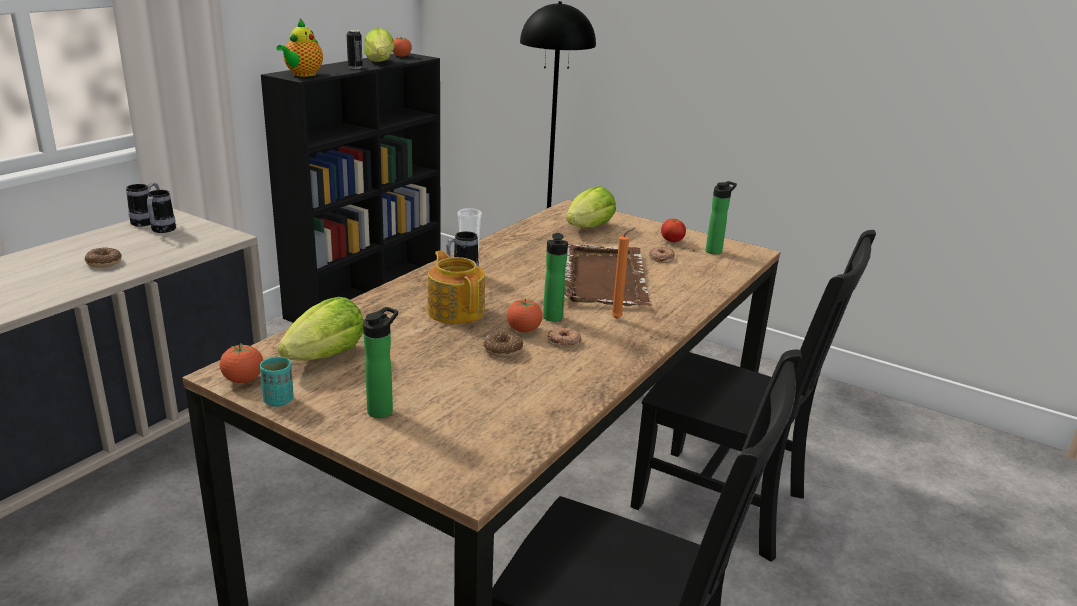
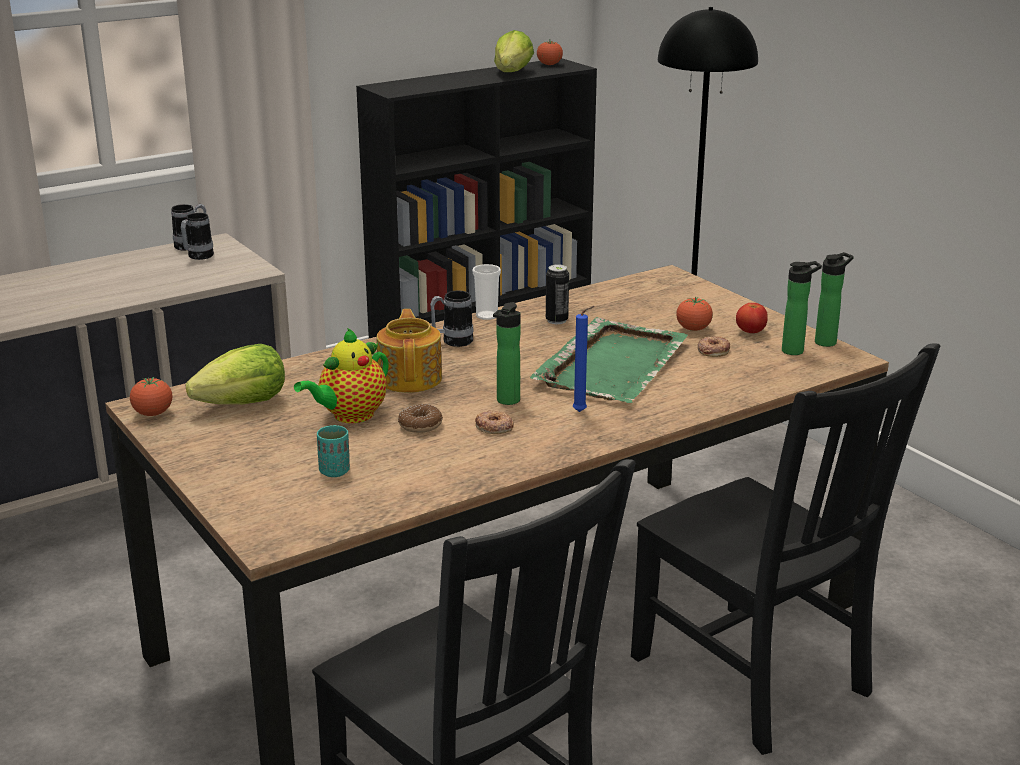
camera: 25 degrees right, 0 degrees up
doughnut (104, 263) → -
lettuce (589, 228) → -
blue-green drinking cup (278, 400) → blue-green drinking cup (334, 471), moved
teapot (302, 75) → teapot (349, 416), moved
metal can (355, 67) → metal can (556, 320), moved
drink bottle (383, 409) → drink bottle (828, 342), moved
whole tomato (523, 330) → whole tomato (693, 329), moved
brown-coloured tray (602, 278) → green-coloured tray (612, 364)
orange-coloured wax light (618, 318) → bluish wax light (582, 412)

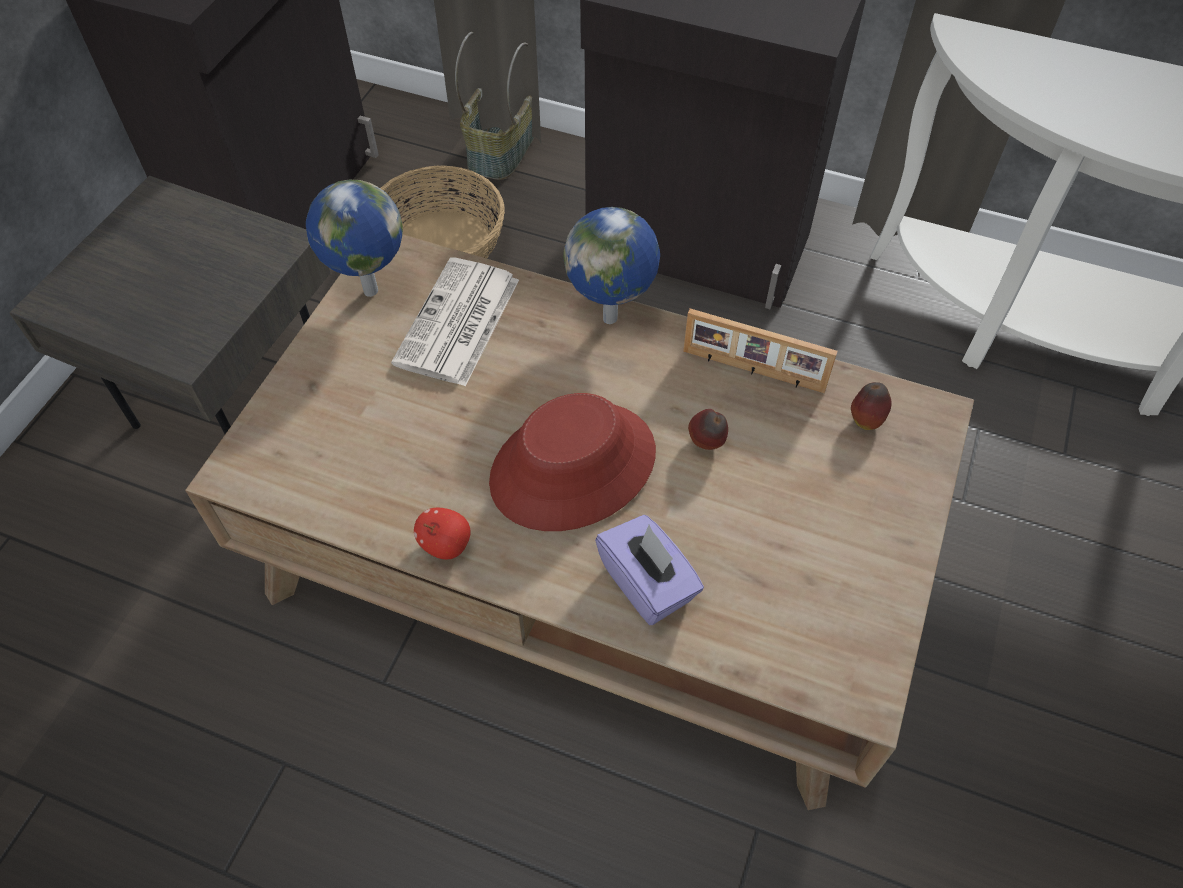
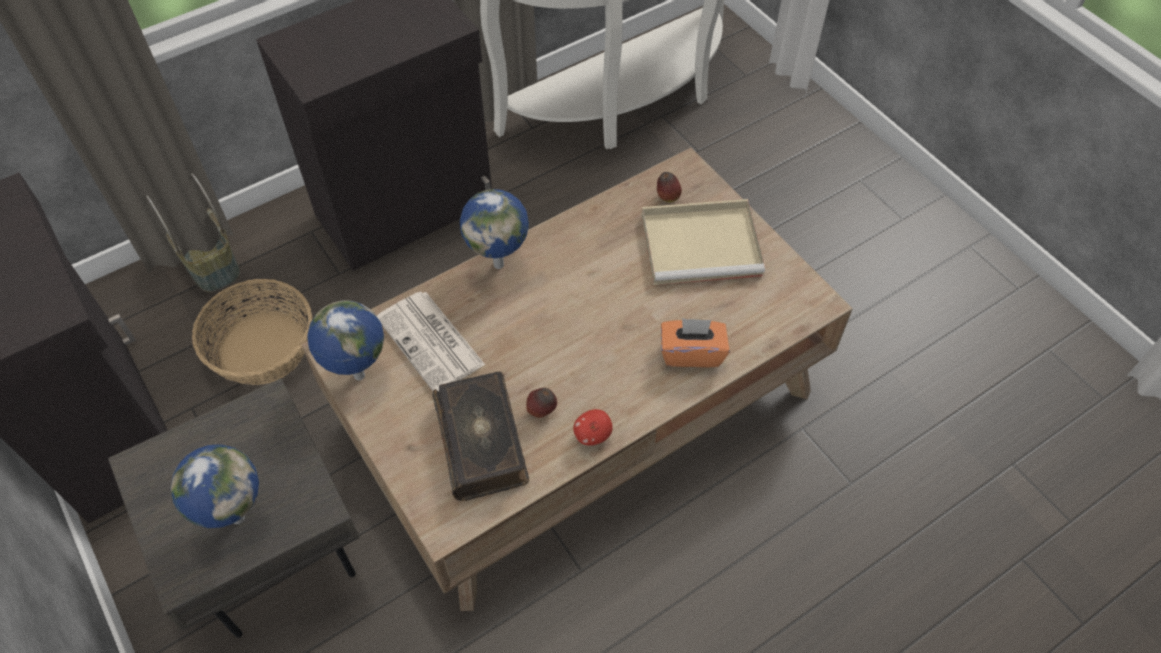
camera: 55 degrees left, 0 degrees up
red hat (573, 467) → -
photo frame (753, 371) → -
- → globe (237, 517)
- → book (483, 442)
- → beige-coloured tray (703, 245)
whole apple (707, 443) → whole apple (542, 411), moved
purple box of tissues (647, 583) → orange-coloured box of tissues (691, 353)

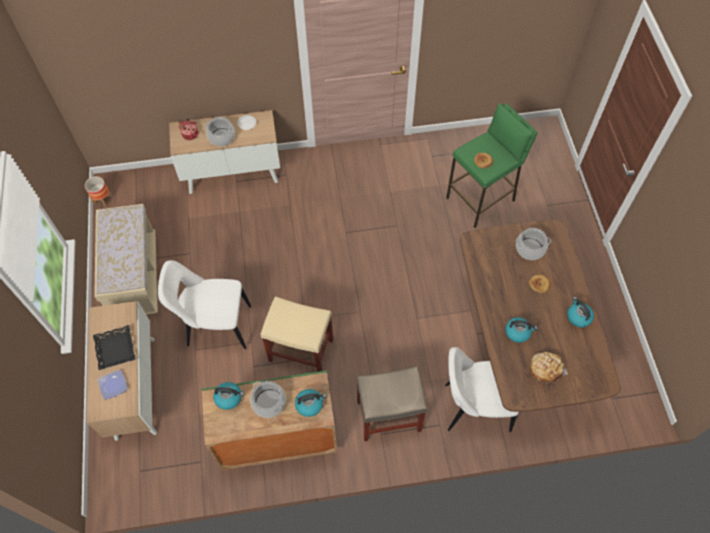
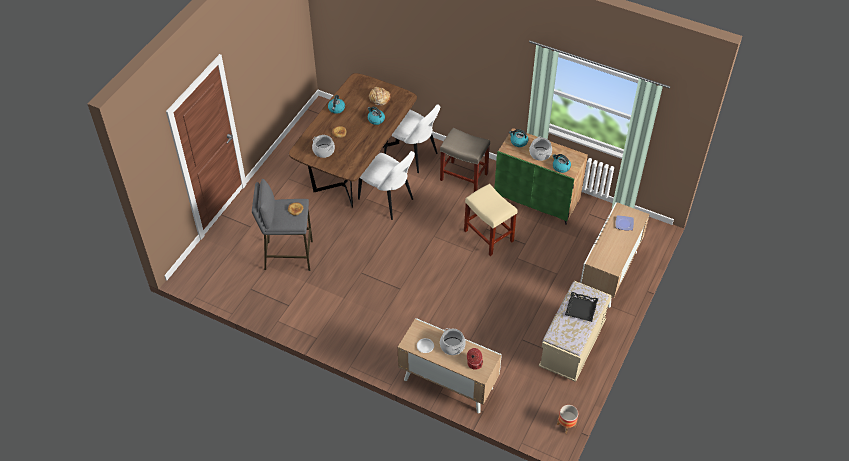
camera: 145 degrees left, 10 degrees down
blackish tray (115, 349) → blackish tray (581, 309), moved
white upright chair (215, 326) → white upright chair (388, 200), moved
green-coloured sitting stool (481, 200) → grey sitting stool (288, 255)

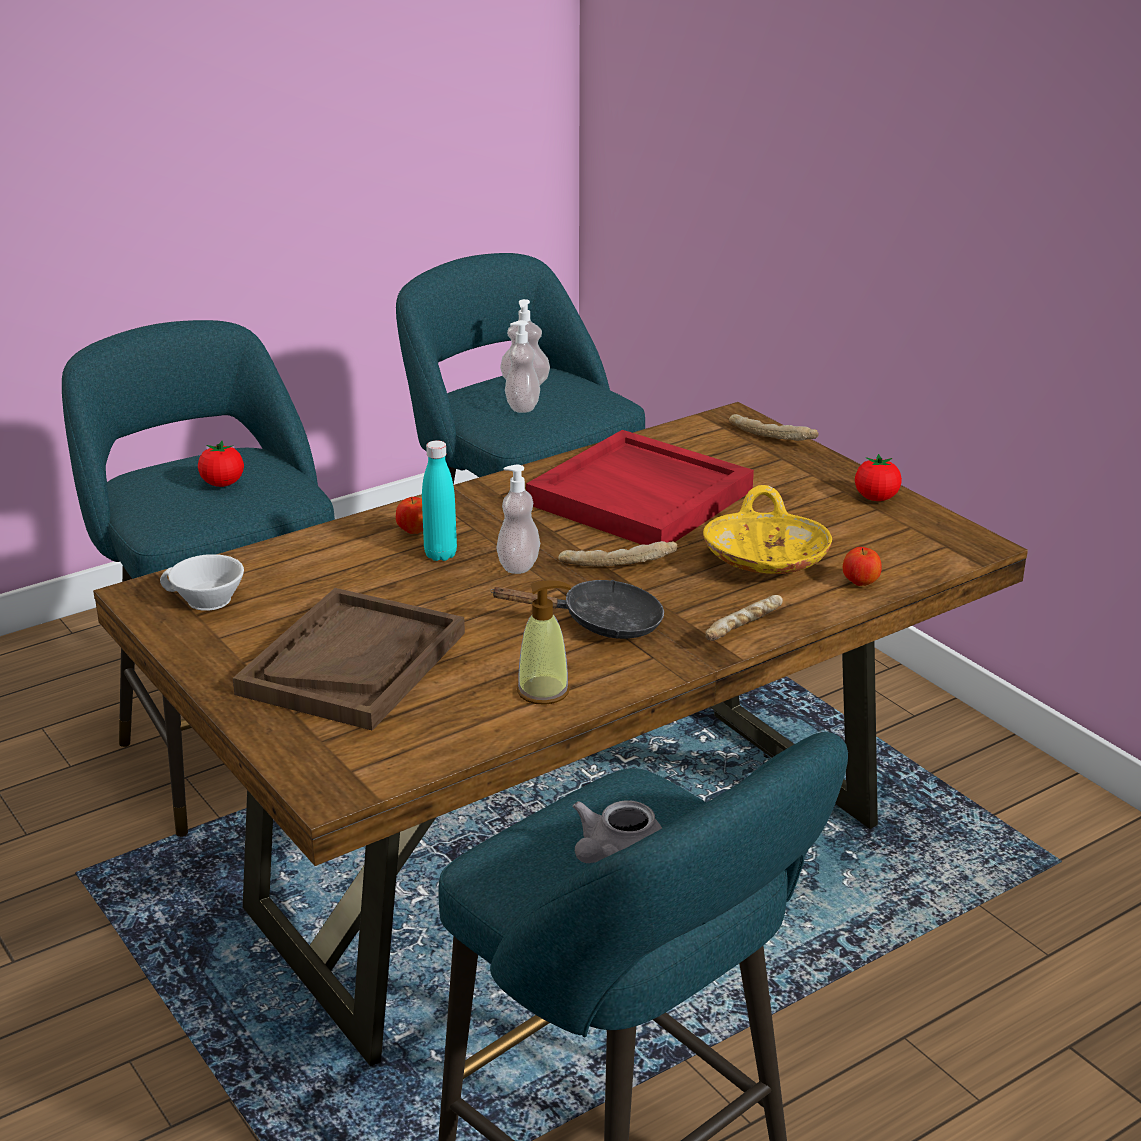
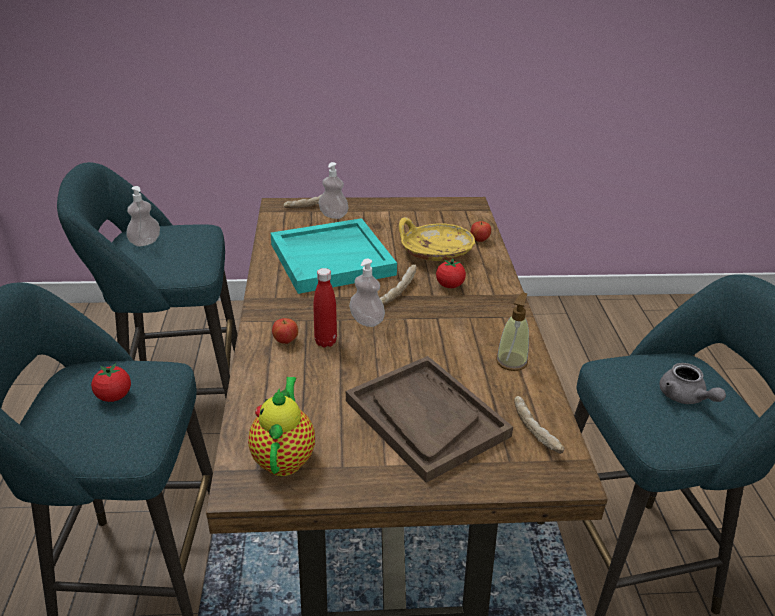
camera: 60 degrees left, 5 degrees up
blackish pan (601, 623) → -
soap dispenser (522, 407) → soap dispenser (333, 215), moved
bakery bread (744, 629) → bakery bread (536, 430), moved
whole tomato (876, 498) → whole tomato (449, 285), moved
white drinking cup (205, 601) → teapot (284, 457)
blue-green drink bottle (440, 555) → red drink bottle (325, 342)
red tray (642, 497) → blue-green tray (332, 258)

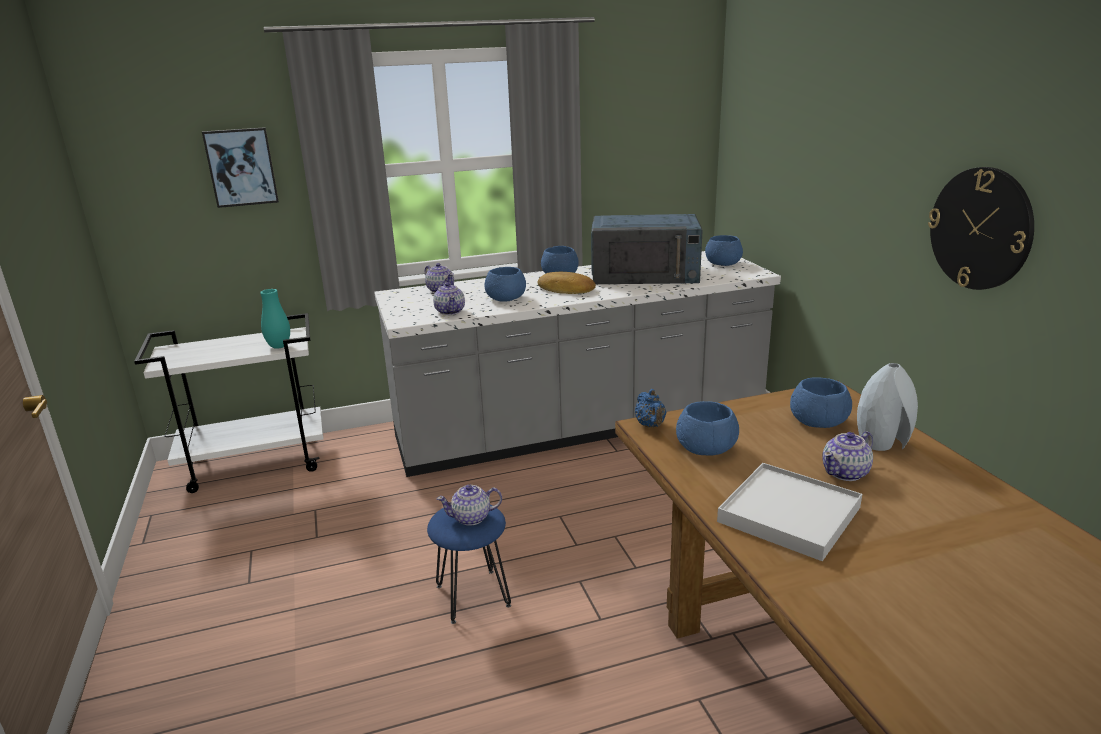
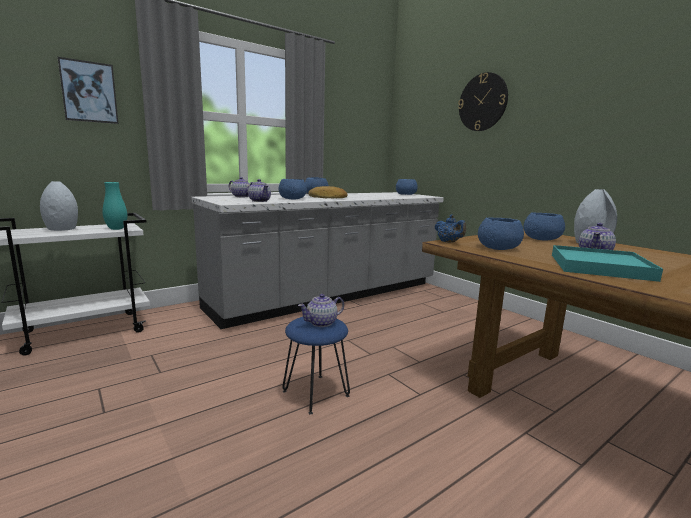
camera: 20 degrees left, 10 degrees down
bluish microwave oven (645, 274) → -
- → grey vase (61, 229)
hanging clock (980, 228) → hanging clock (482, 102), moved
white tray (789, 515) → blue-green tray (599, 267)

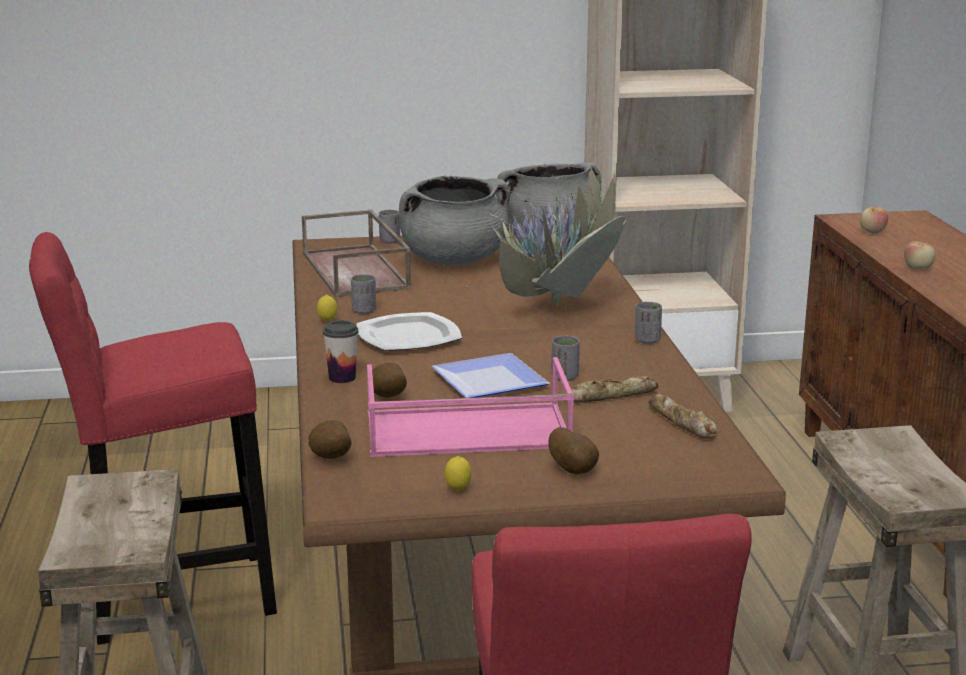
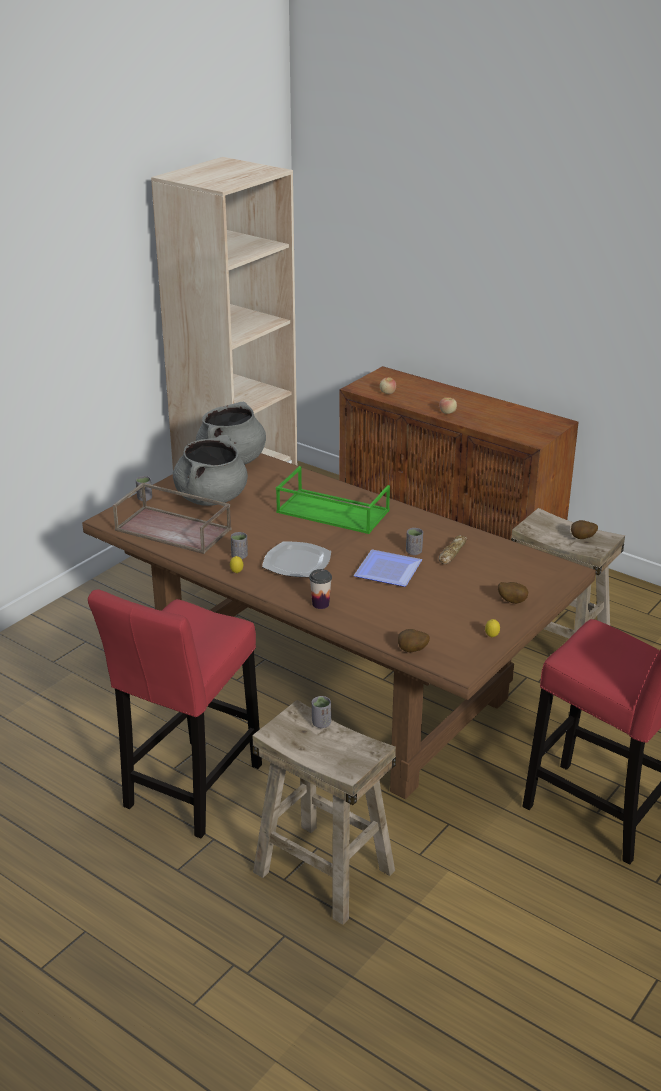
camera: 45 degrees left, 10 degrees up
pink-coloured tray (465, 432) → -
bakery bread (681, 423) → -
whole potato (387, 398) → whole potato (582, 539), moved
grey drinking cup (647, 340) → grey drinking cup (321, 723), moved
plant in a pot (555, 311) → green-coloured tray (331, 512)

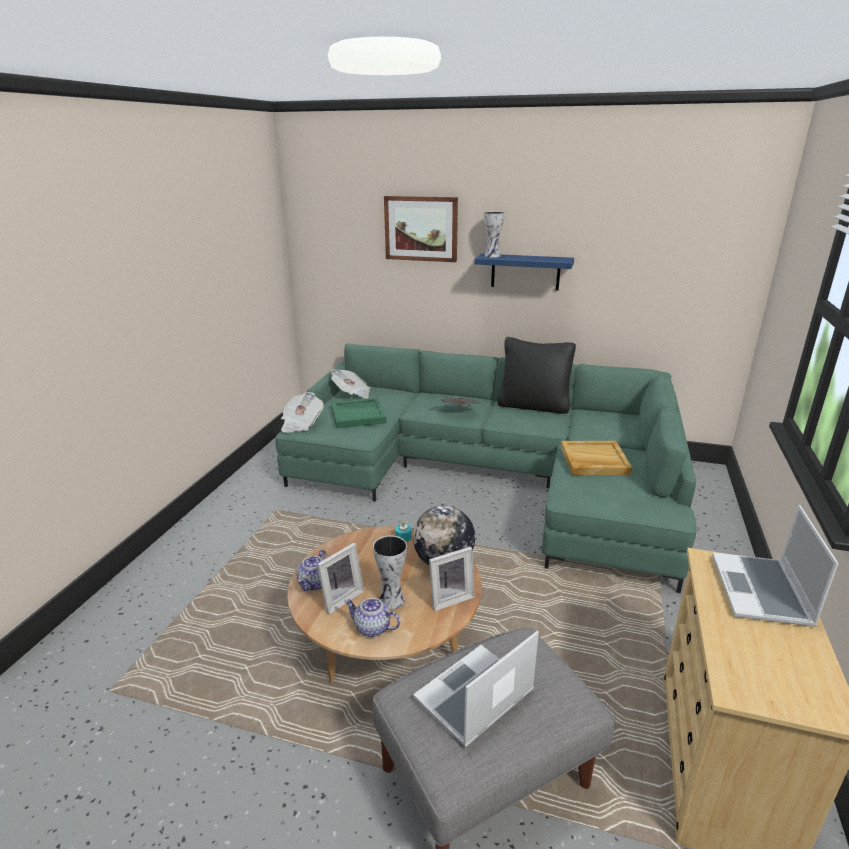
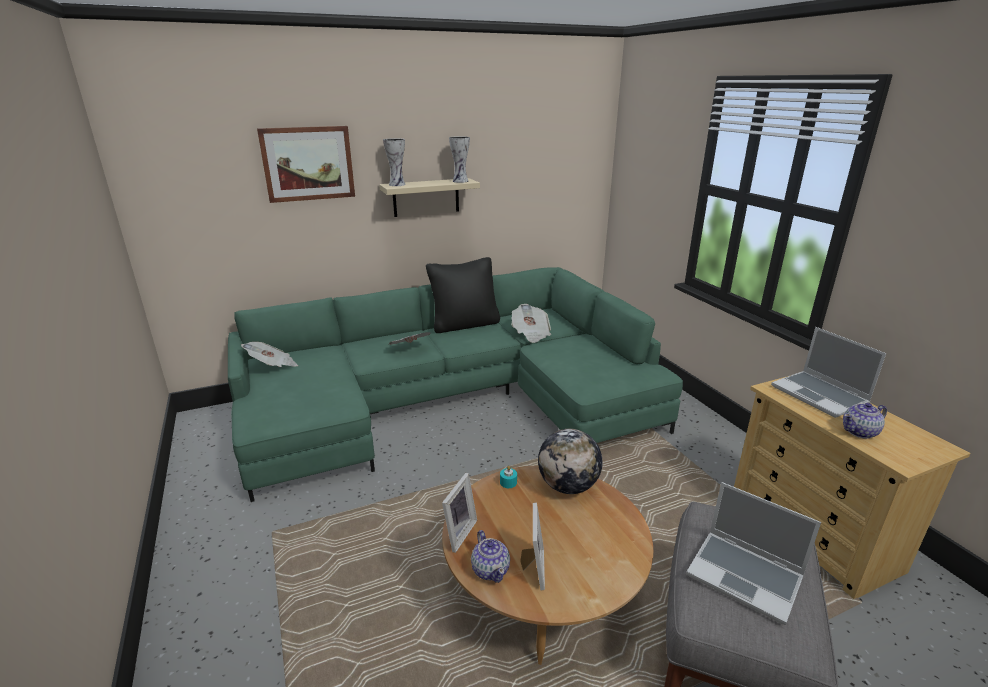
camera: 40 degrees left, 0 degrees up
green-coloured tray (358, 415) → -
beige-coloured tray (594, 461) → -
newspaper (301, 424) → newspaper (530, 333), moved
teapot (372, 628) → teapot (860, 432), moved
vase (392, 600) → vase (461, 181), moved
photo frame (450, 598) → photo frame (457, 533), moved
bluish shelf (525, 272) → beige-coloured shelf (426, 197)
laptop (474, 697) → laptop (746, 576), 60 degrees counterclockwise

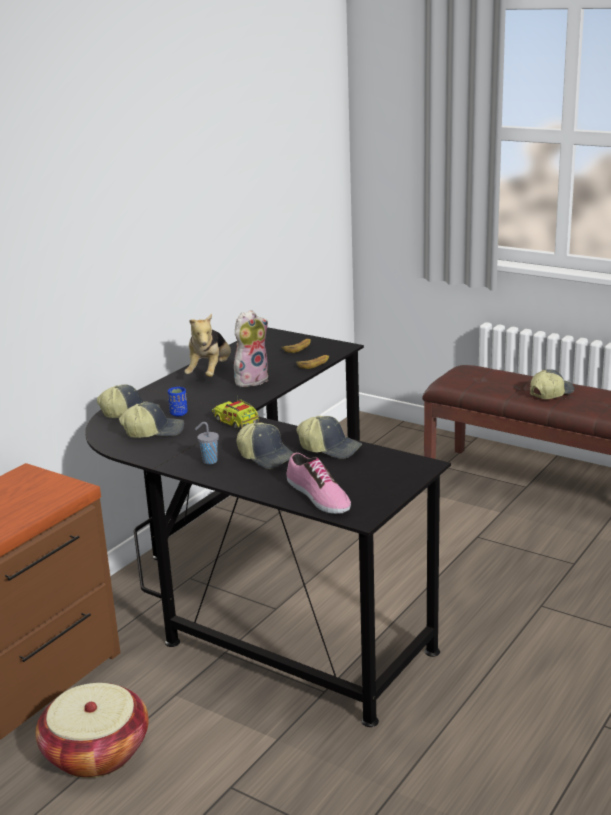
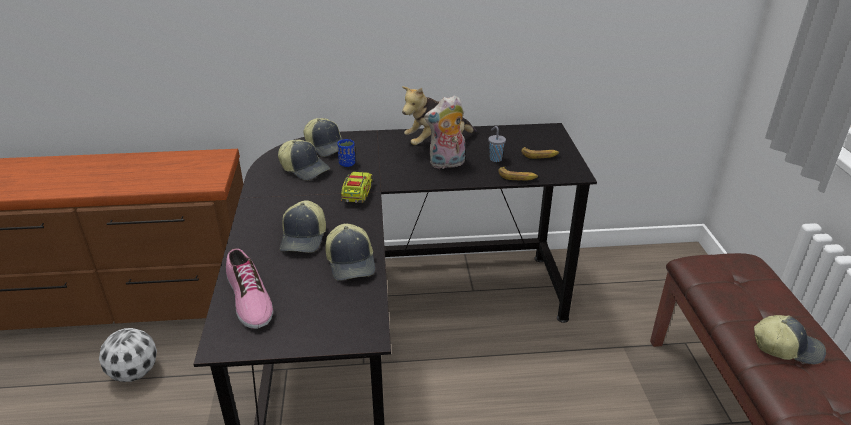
camera: 50 degrees right, 10 degrees up
grey drinking cup (209, 461) → grey drinking cup (495, 159), moved
basket (96, 752) → ball for football (133, 373)
plush toy (251, 380) → plush toy (447, 164), 150 degrees clockwise
item of footwear (317, 496) → item of footwear (248, 299), 45 degrees counterclockwise

